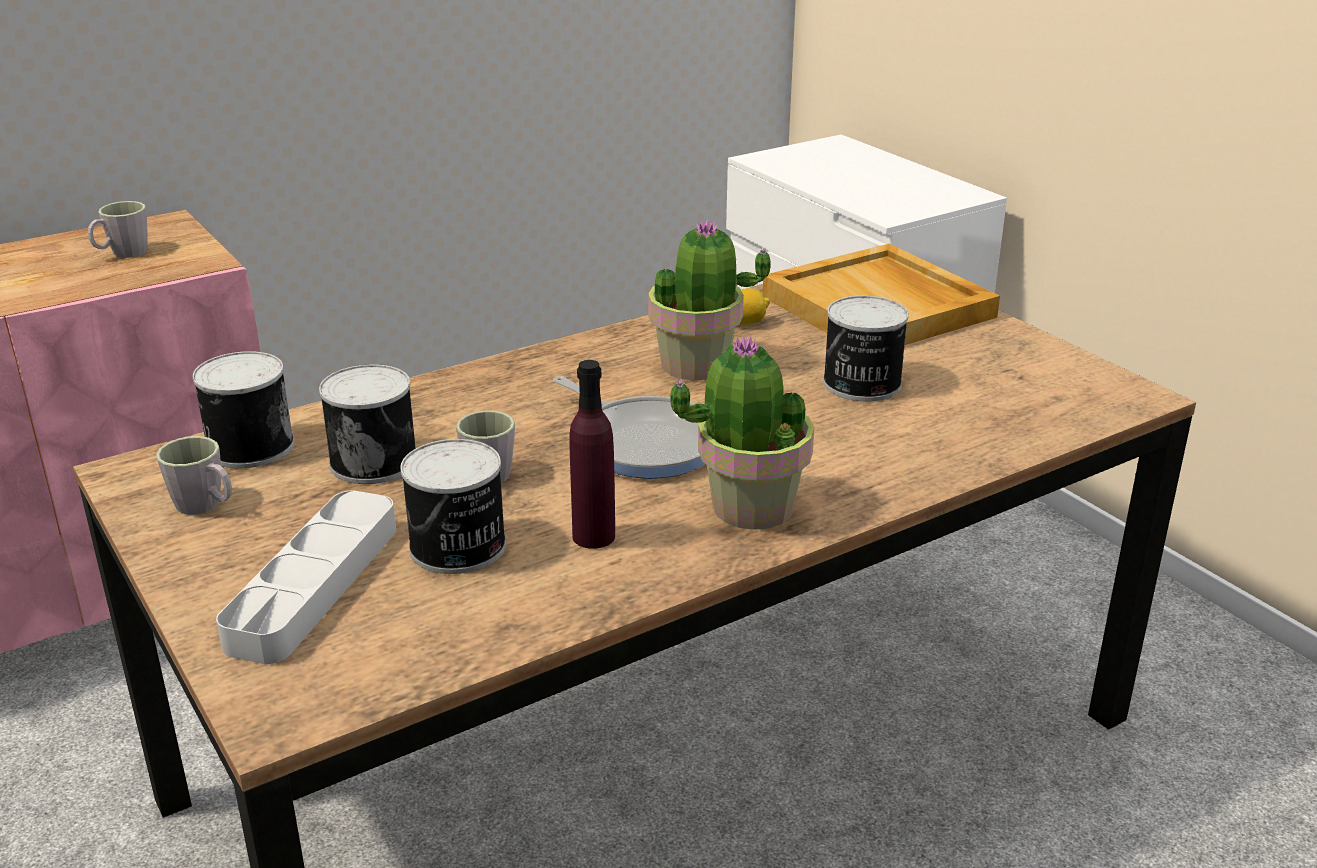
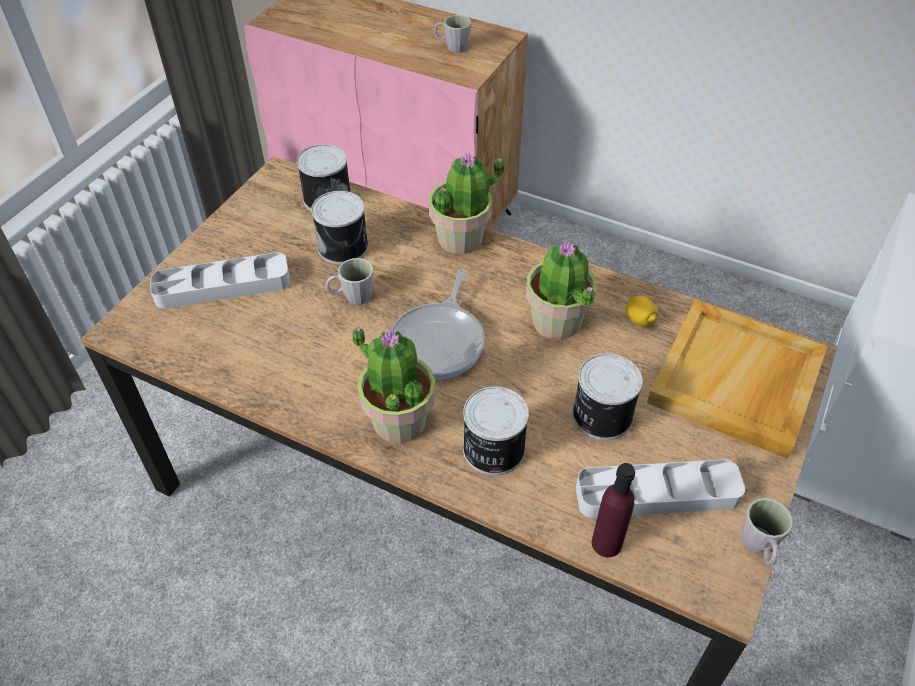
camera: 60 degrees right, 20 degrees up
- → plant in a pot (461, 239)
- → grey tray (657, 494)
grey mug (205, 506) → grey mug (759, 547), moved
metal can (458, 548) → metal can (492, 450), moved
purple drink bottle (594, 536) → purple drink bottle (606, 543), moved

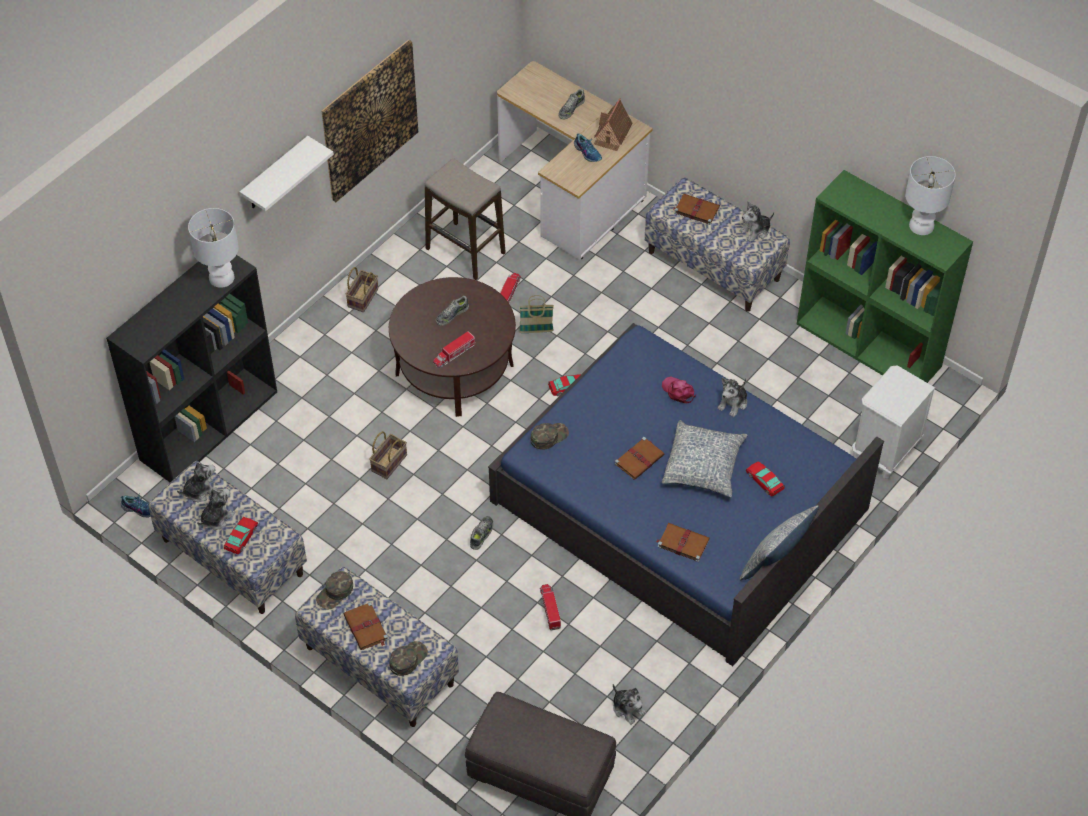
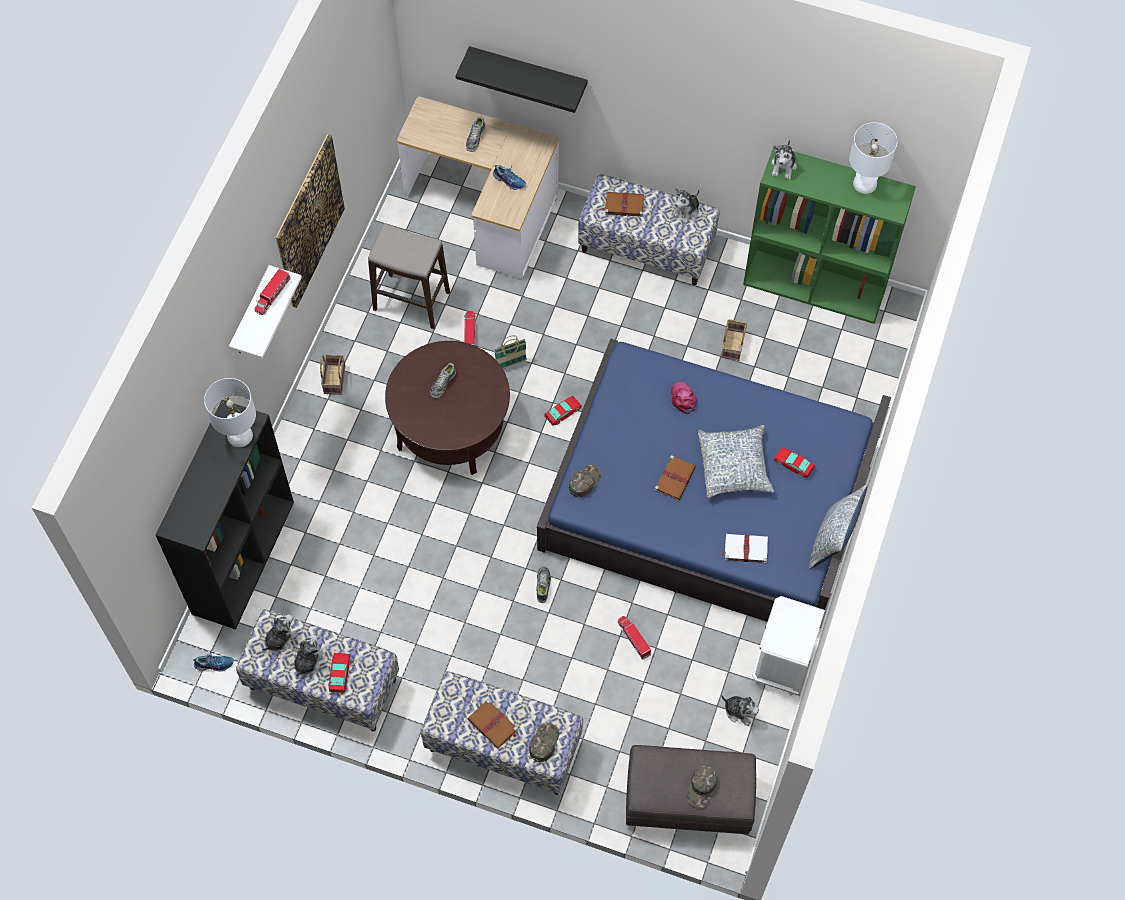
camera: 20 degrees left, 10 degrees up
miniature house (612, 134) → -
- → blackish shelf (528, 72)
green-coloured baseball cap (335, 593) → green-coloured baseball cap (702, 787), moved
basket (389, 462) → basket (732, 344), moved
toy truck (454, 354) → toy truck (272, 295), moved
plush toy (733, 403) → plush toy (783, 166), moved
white bedside table (884, 451) → white bedside table (781, 665), moved
brown-coloured book (682, 543) → white book (745, 549)
pink-coloured baseball cap (678, 391) → pink-coloured baseball cap (683, 399), 45 degrees clockwise

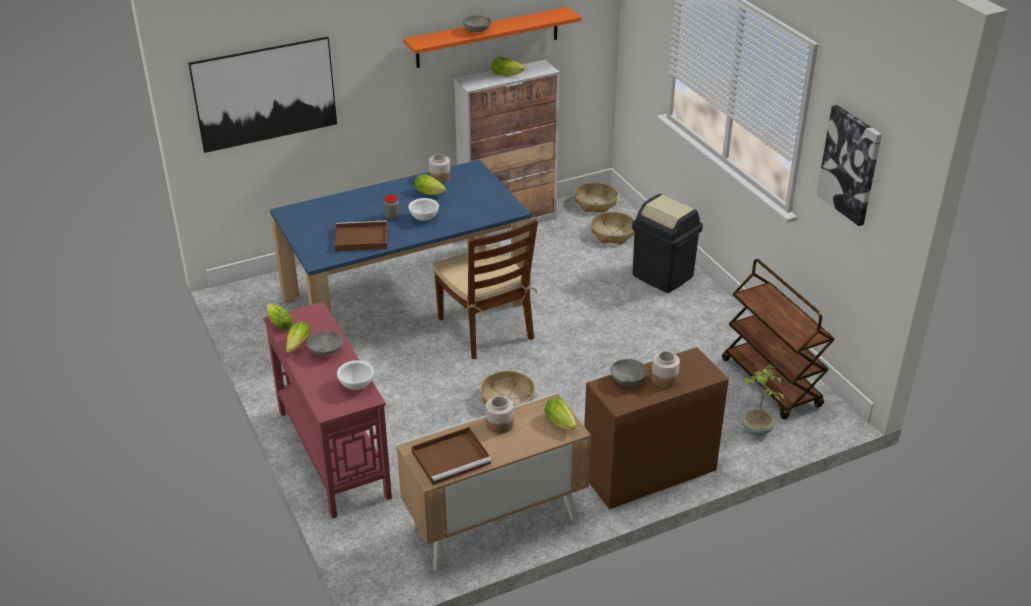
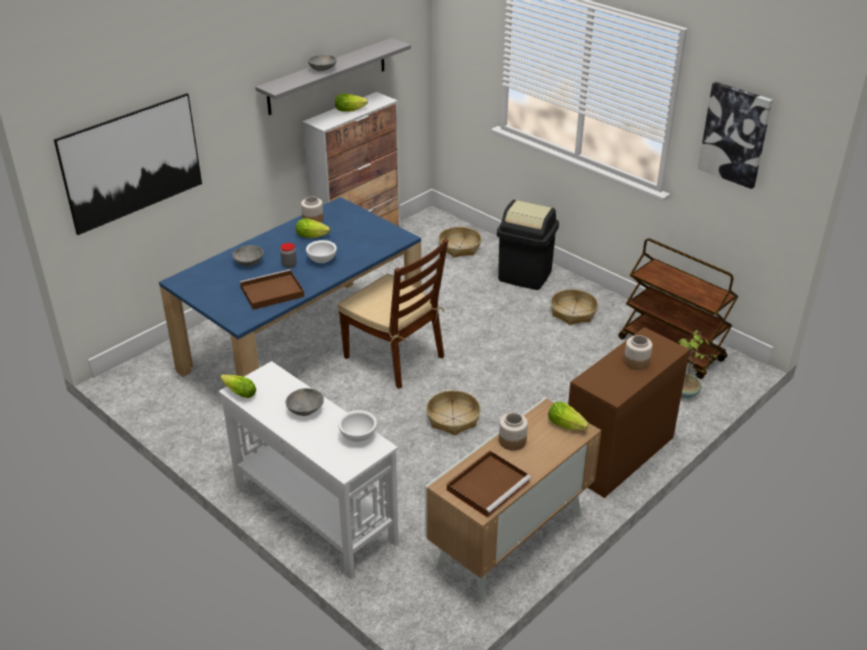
camera: 20 degrees left, 0 degrees up
lettuce (296, 346) → -
basket (595, 203) → basket (573, 313), moved
grey deep dish (628, 380) → grey deep dish (249, 262), moved
red console table (333, 452) → white console table (314, 512)
orange-coloured shelf (487, 37) → grey shelf (327, 76)

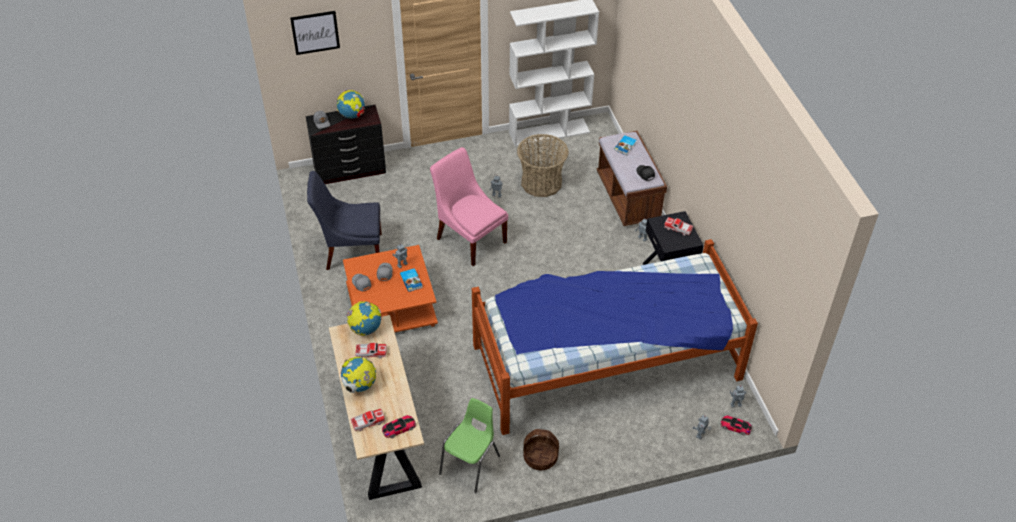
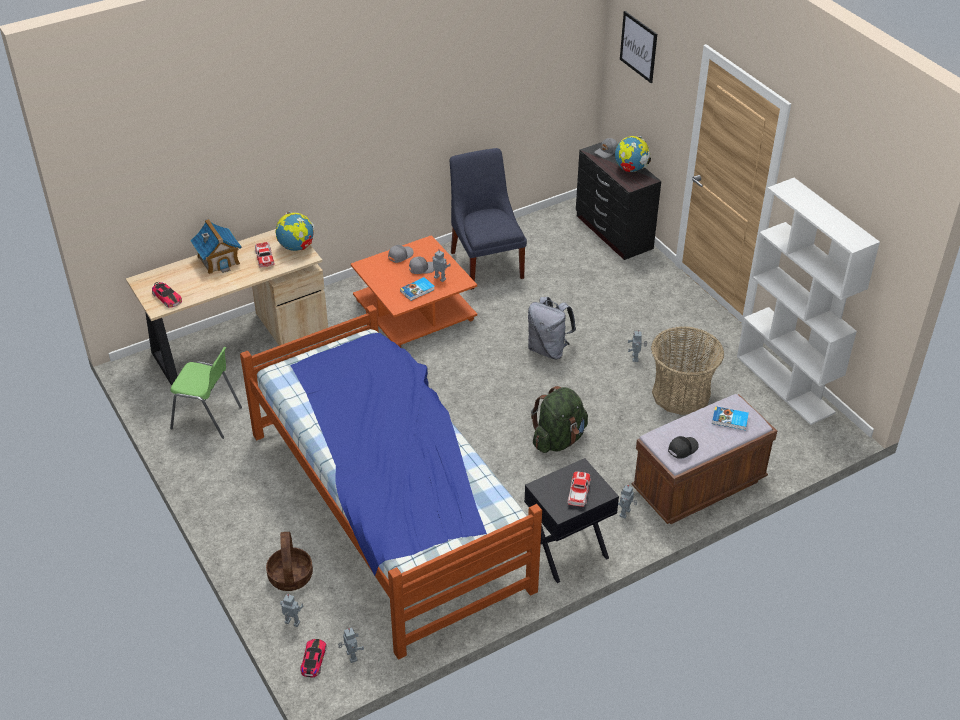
camera: 75 degrees right, 5 degrees down
toy car (368, 422) → -
- → green-coloured backpack (558, 439)
basket (540, 457) → basket (291, 576), moved
globe (359, 385) → miniature house (218, 260)
pink-coloured upright chair (470, 238) → grey backpack (548, 349)

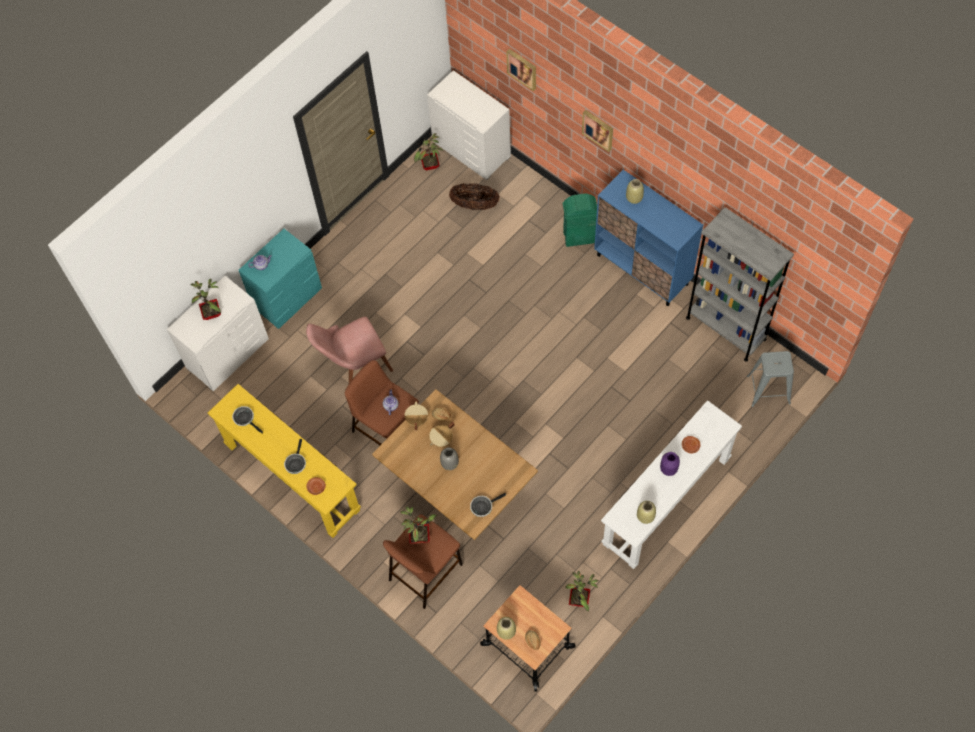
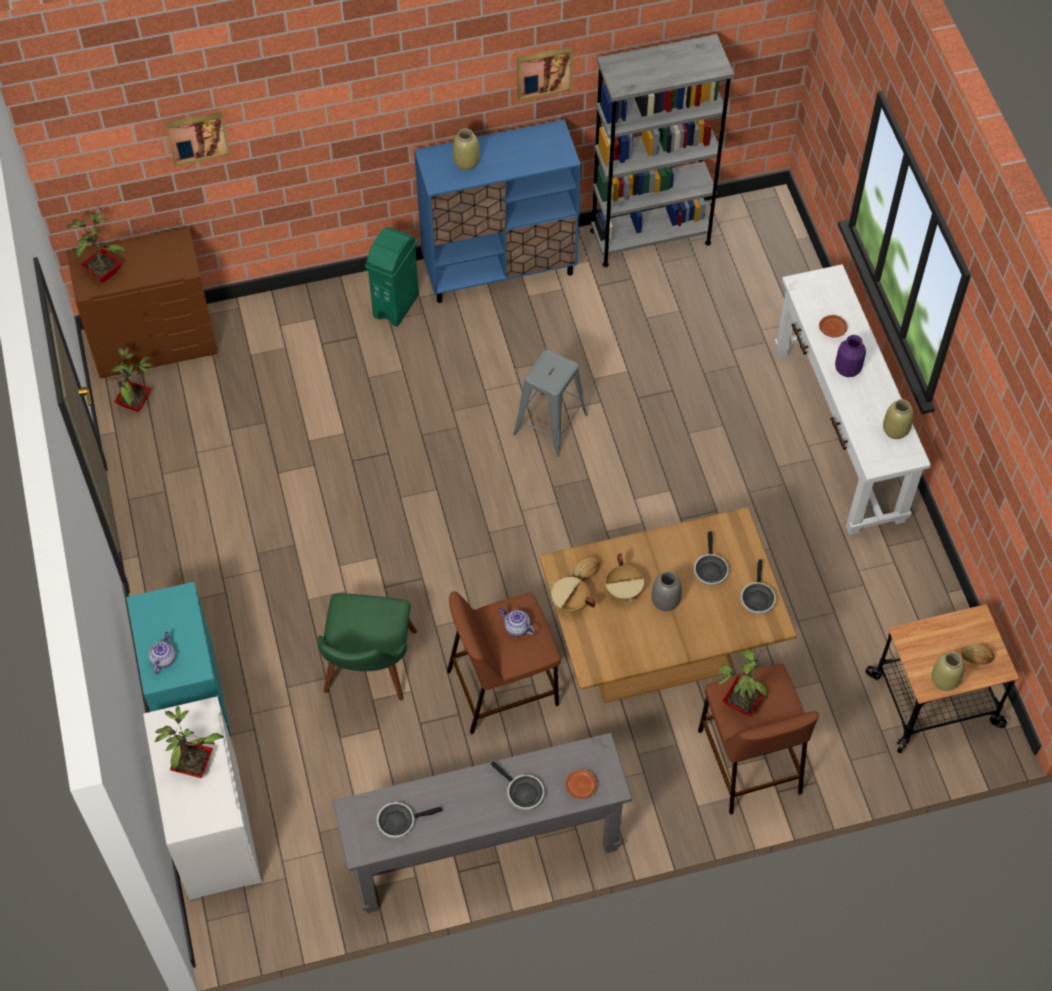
camera: 60 degrees left, 5 degrees down
basket (475, 205) → -
- → pan (710, 569)
plant in a pot (580, 600) → plant in a pot (105, 272), moved
picture (598, 129) → picture (543, 71), moved
grey sitting stool (768, 389) → grey sitting stool (550, 424), moved
yellow-coloured console table (293, 477) → grey console table (484, 851)
pink-coloured upright chair (353, 365) → green-coloured upright chair (367, 673)
white dresser (472, 149) → brown-coloured dresser (154, 342)

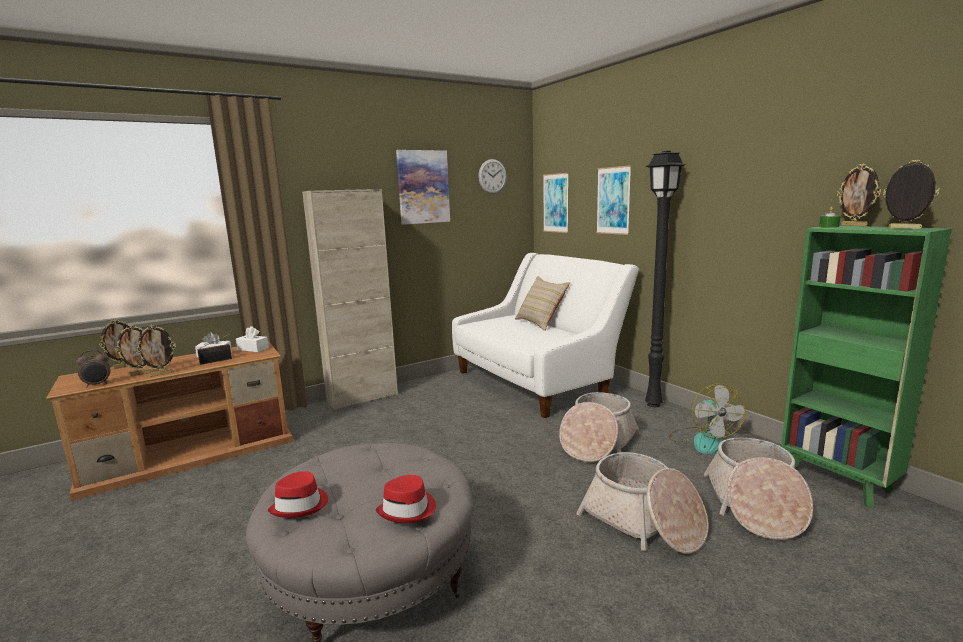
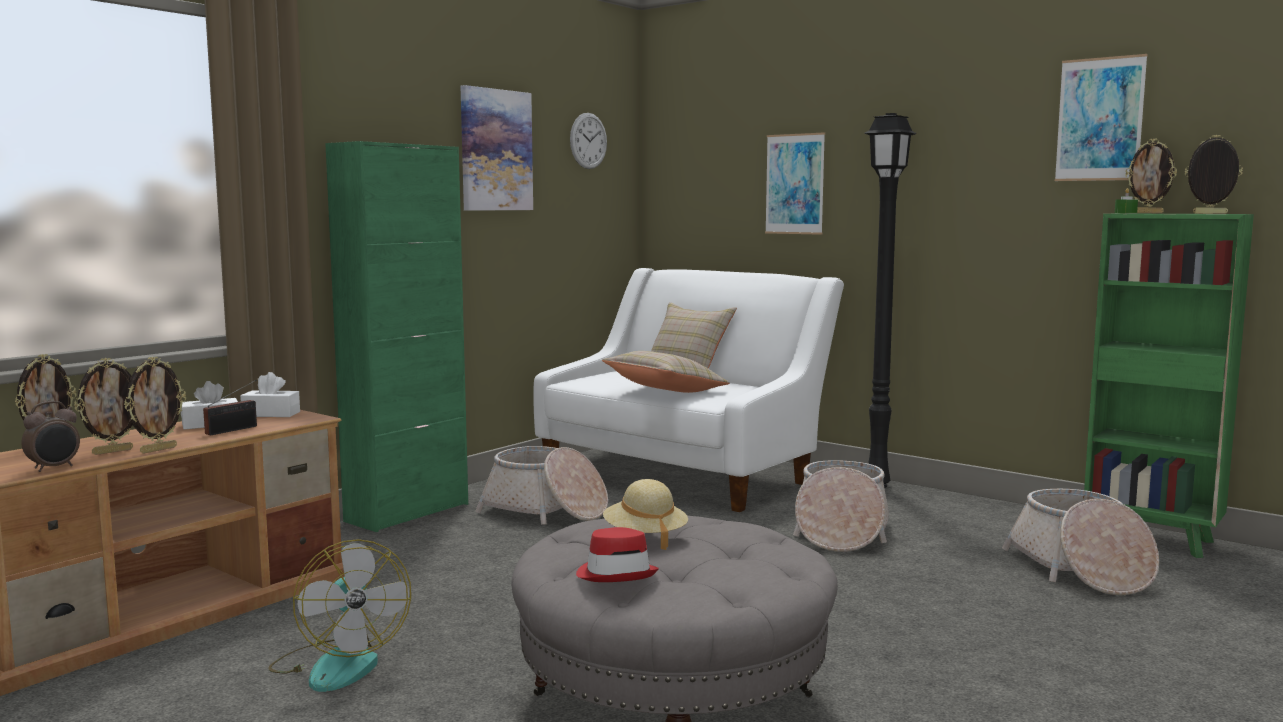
camera: 20 degrees left, 5 degrees down
red hat (408, 509) → -
- → beige-coloured cushion (665, 391)
- → beige-coloured hat (645, 537)
picture (556, 203) → picture (1100, 119), moved
basket (643, 522) → basket (546, 511), moved
fan (702, 440) → fan (339, 663), moved
beige-coloured cabinet (362, 397) → green-coloured cabinet (407, 512)

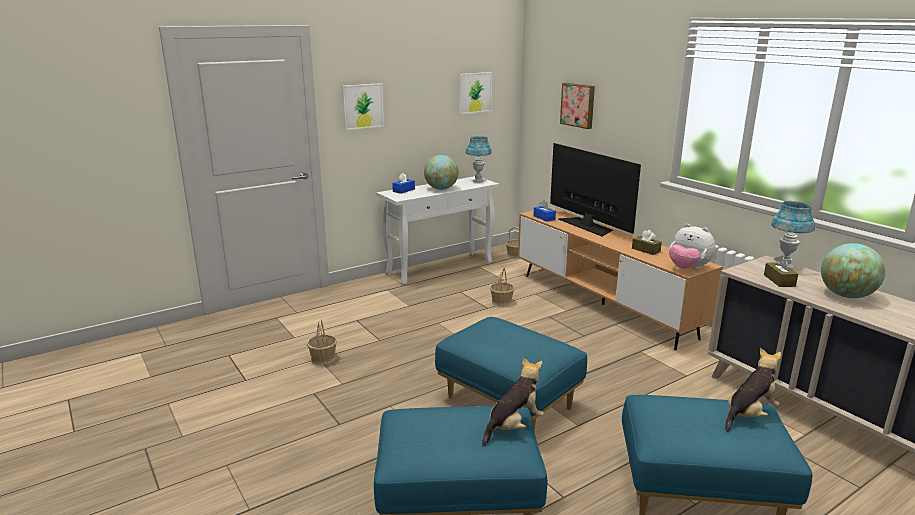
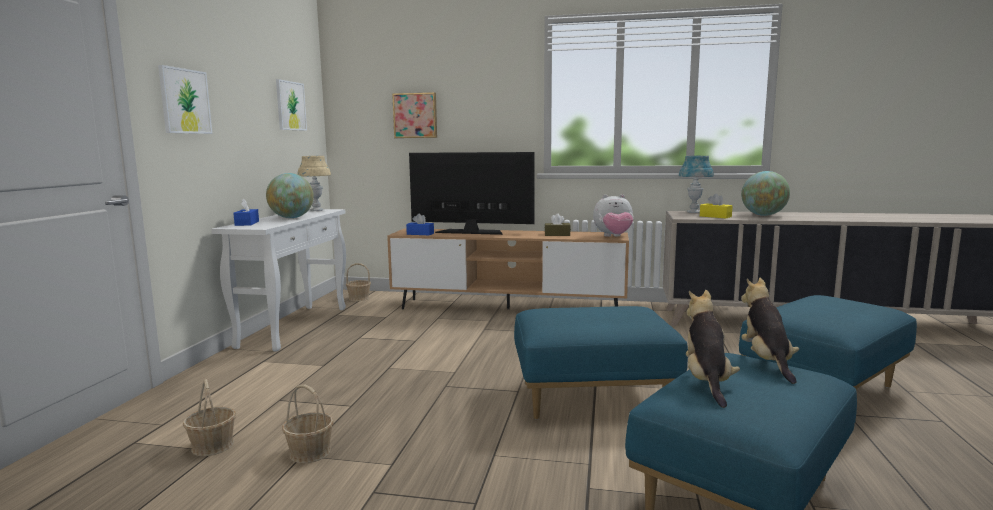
camera: 45 degrees left, 10 degrees down
basket (502, 302) → basket (213, 446), moved
plush toy (749, 414) → plush toy (706, 381), moved
bluish lamp for a table (478, 181) → beige-coloured lamp for a table (316, 210)
brown-coloured box of tissues (779, 280) → yellow-coloured box of tissues (715, 216)

